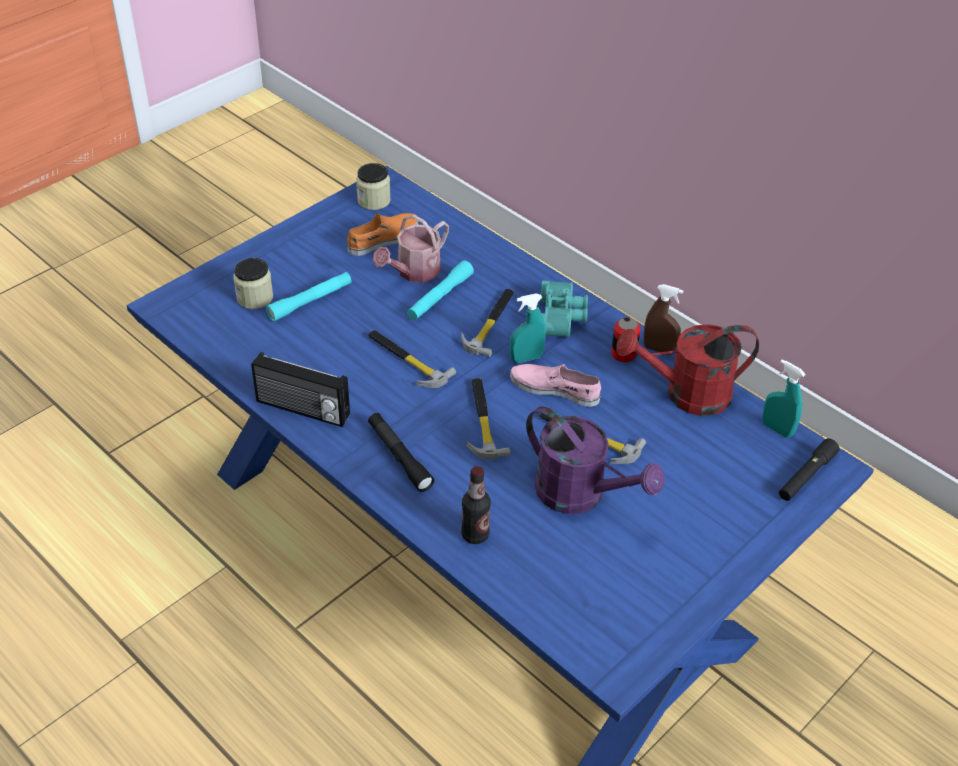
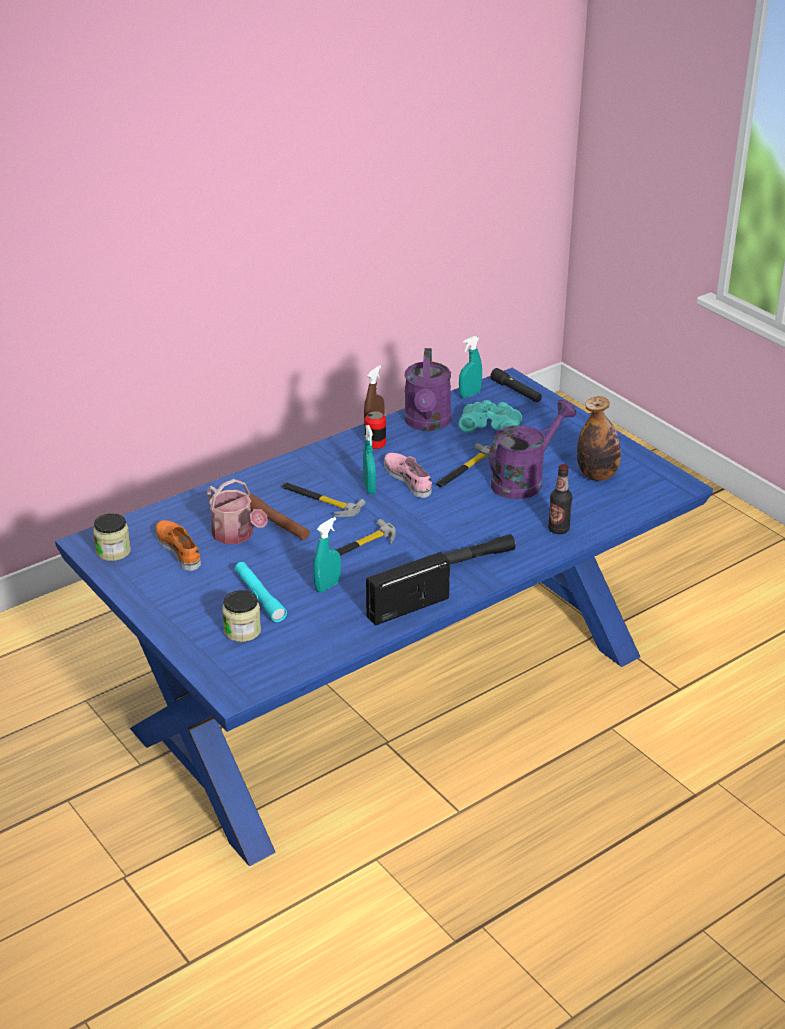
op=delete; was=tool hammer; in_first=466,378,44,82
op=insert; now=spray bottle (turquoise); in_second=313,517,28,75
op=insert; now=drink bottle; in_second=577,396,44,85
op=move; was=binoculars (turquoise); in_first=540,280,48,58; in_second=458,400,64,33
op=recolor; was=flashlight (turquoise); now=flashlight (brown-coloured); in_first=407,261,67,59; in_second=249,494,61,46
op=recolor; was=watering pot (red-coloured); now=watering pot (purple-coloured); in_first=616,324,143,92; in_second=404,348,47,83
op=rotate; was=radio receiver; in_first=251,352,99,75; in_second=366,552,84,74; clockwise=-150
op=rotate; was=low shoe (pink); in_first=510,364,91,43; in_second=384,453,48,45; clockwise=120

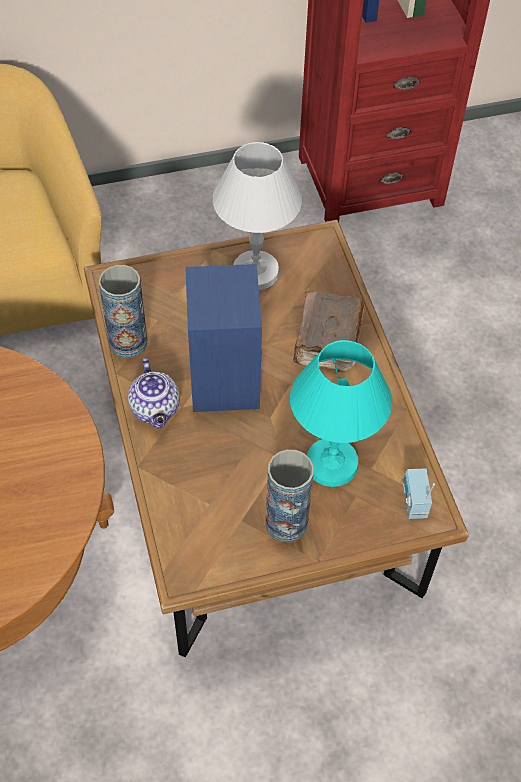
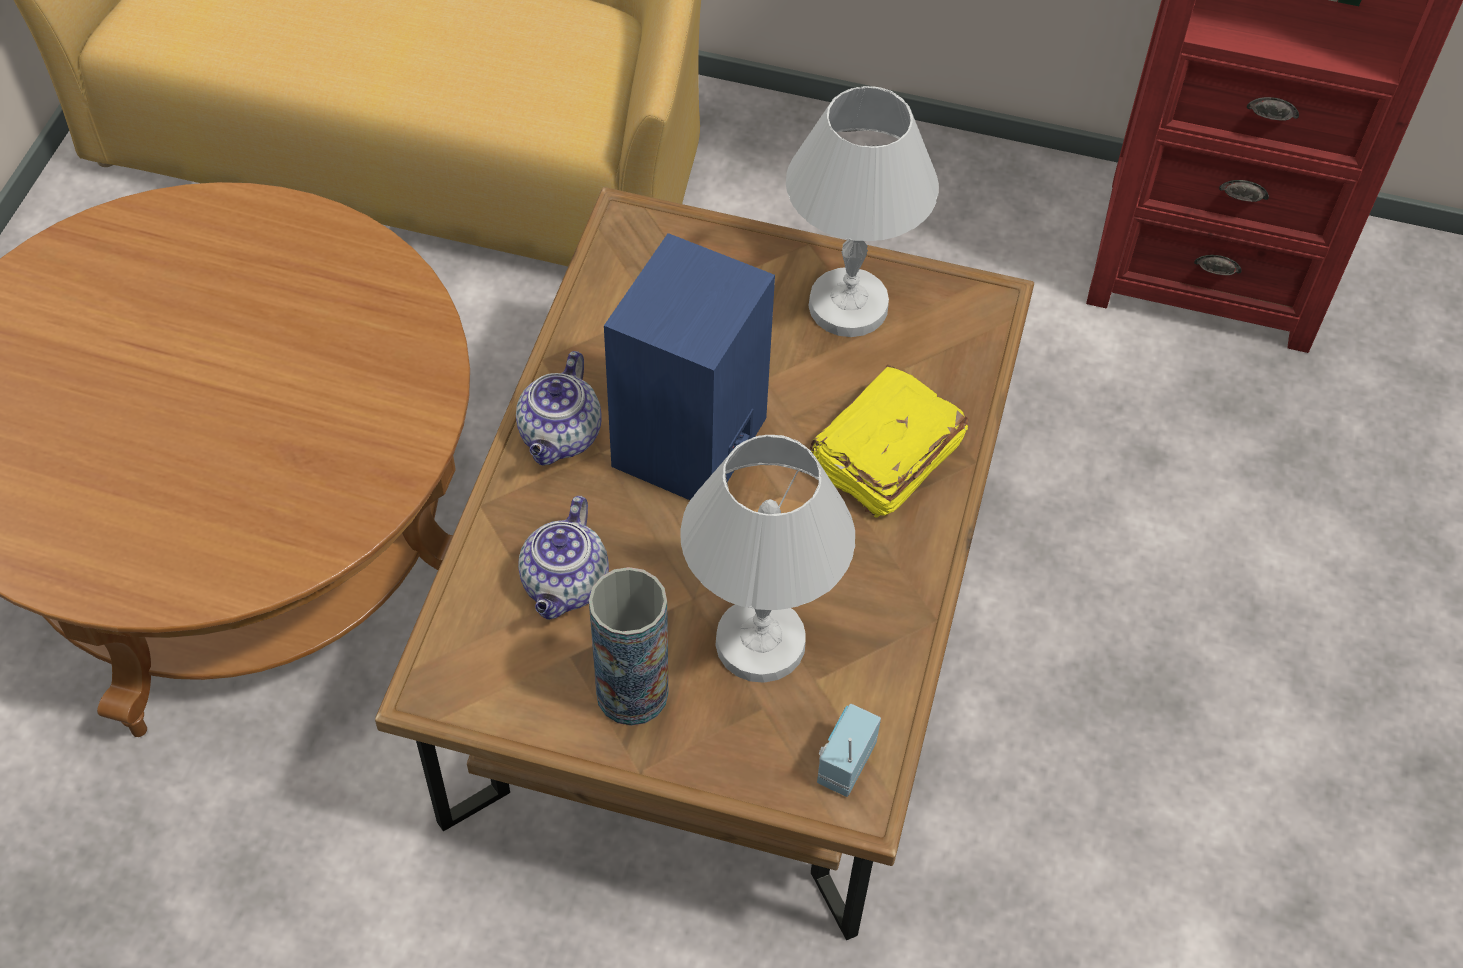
op=delete; was=flower vase; in_first=99,265,48,93
op=insert; now=tea pot; in_second=518,496,91,124
op=recolor; was=lamp for a table (turquoise); now=lamp for a table (white); in_first=290,340,102,147; in_second=680,435,175,248
op=recolor; was=bound book (brown-coloured); now=bound book (yellowish); in_first=293,291,71,82; in_second=810,364,159,154

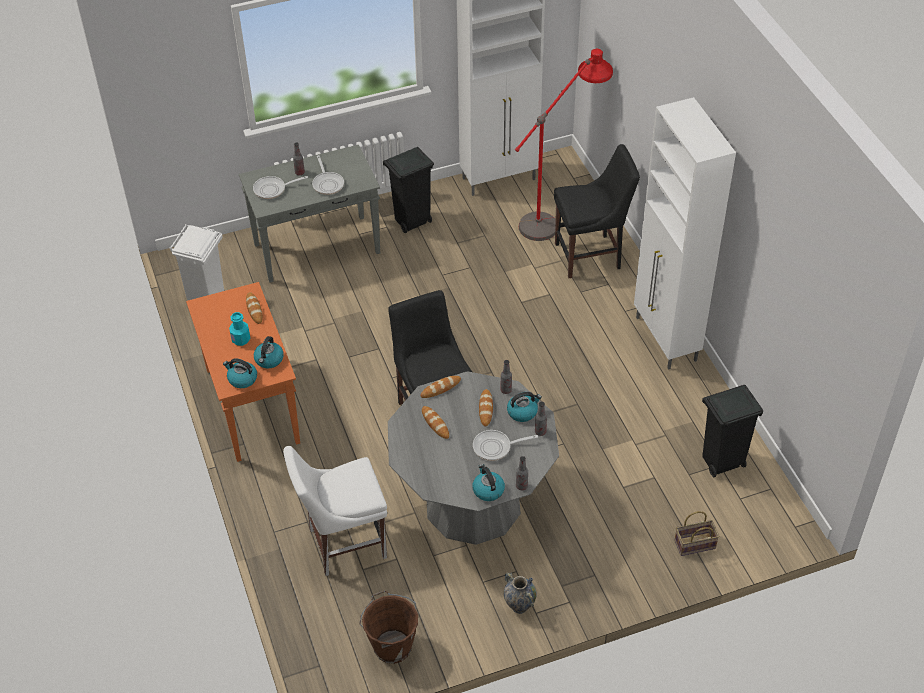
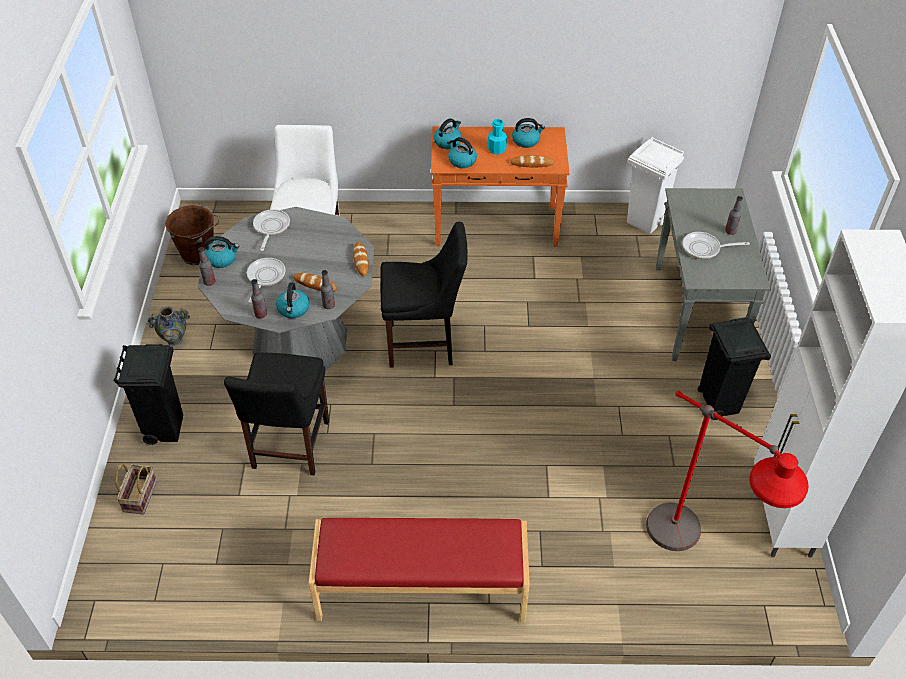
op=delete; was=baked bread; in_first=422,406,27,33
op=insert; now=kettle; in_second=512,118,33,30
op=move; was=frying pan; in_first=253,176,55,23; in_second=253,209,37,42
op=move; was=upright chair (blackish); in_first=554,144,86,134; in_second=224,352,105,123
op=move; was=trash can (blackish); in_first=702,385,61,92; in_second=114,344,69,101
op=replace; was=storage cabinet (white); now=indoor bench (red-coloured); in_first=634,97,102,273; in_second=309,518,221,105

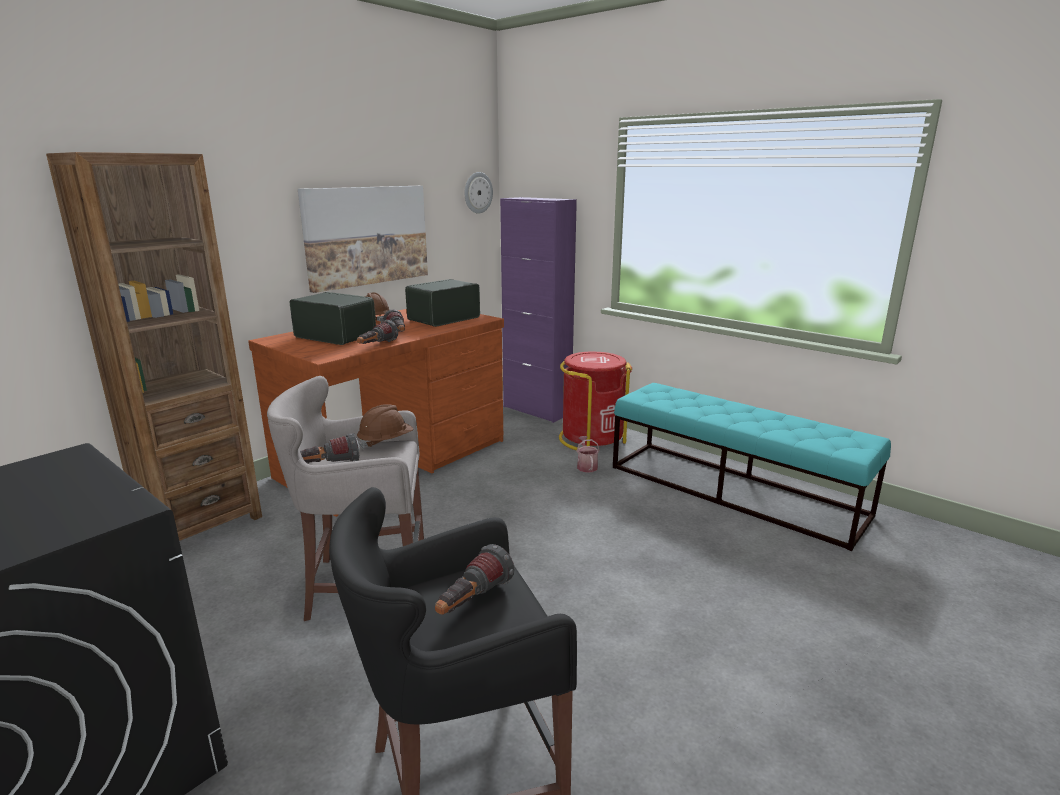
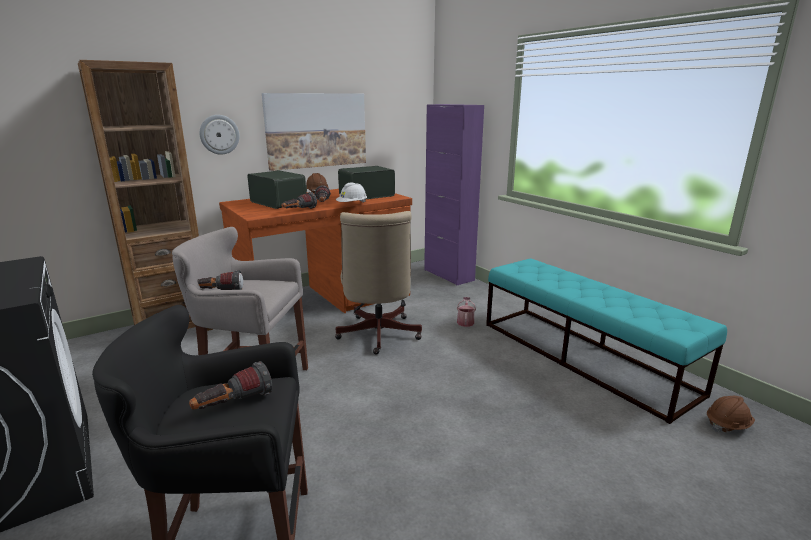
op=delete; was=trash can (red-coloured); in_first=559,351,73,99
op=insert; now=desk chair (beige-coloured); in_second=335,211,87,143
op=insert; now=work helmet (white); in_second=336,183,31,20
op=move; was=work helmet (brown-coloured); in_first=357,404,56,45; in_second=707,396,48,36
op=move; was=hanging clock; in_first=465,172,28,42; in_second=200,115,40,40

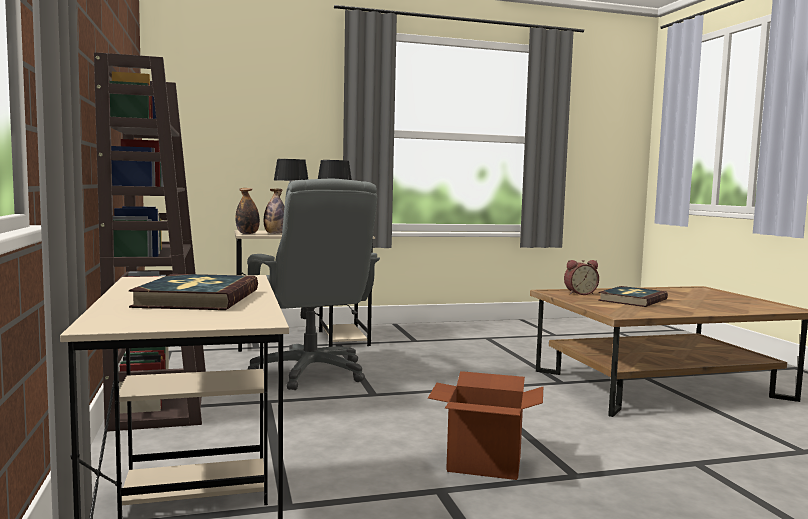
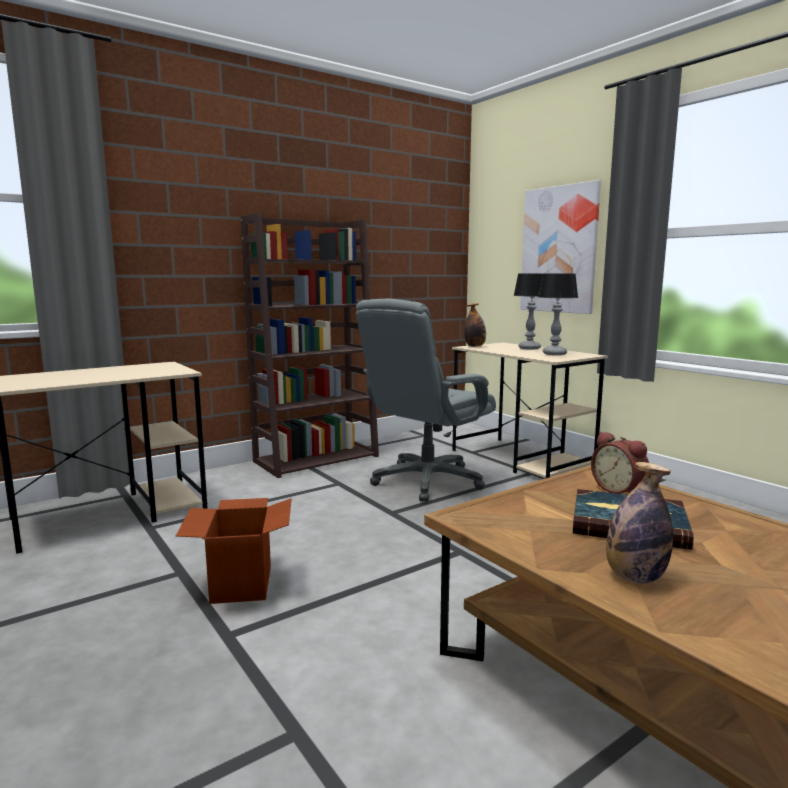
op=delete; was=bound book; in_first=129,274,129,36
op=insert; now=wall picture; in_second=520,180,81,134
op=move; was=drink bottle; in_first=264,189,20,45; in_second=606,462,67,121

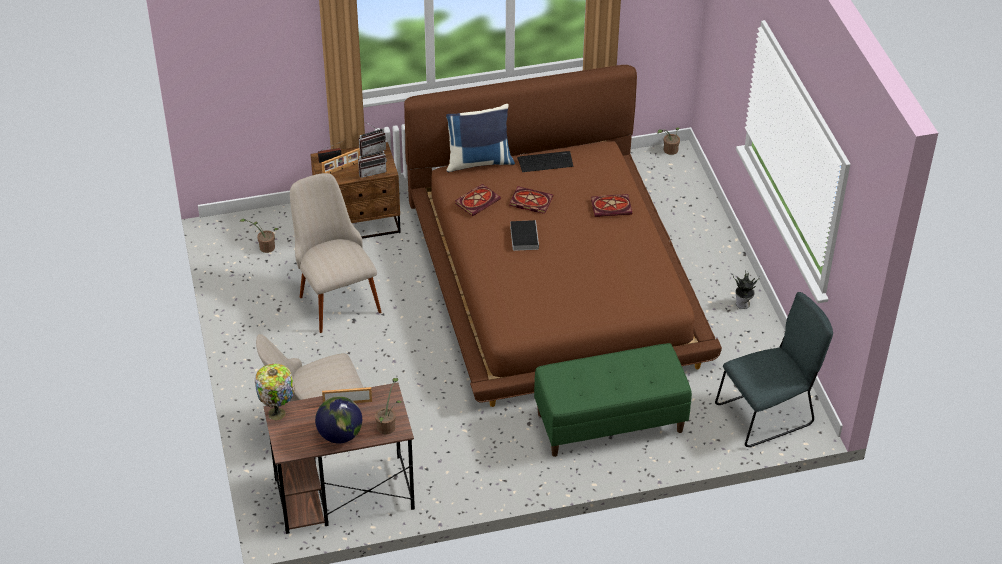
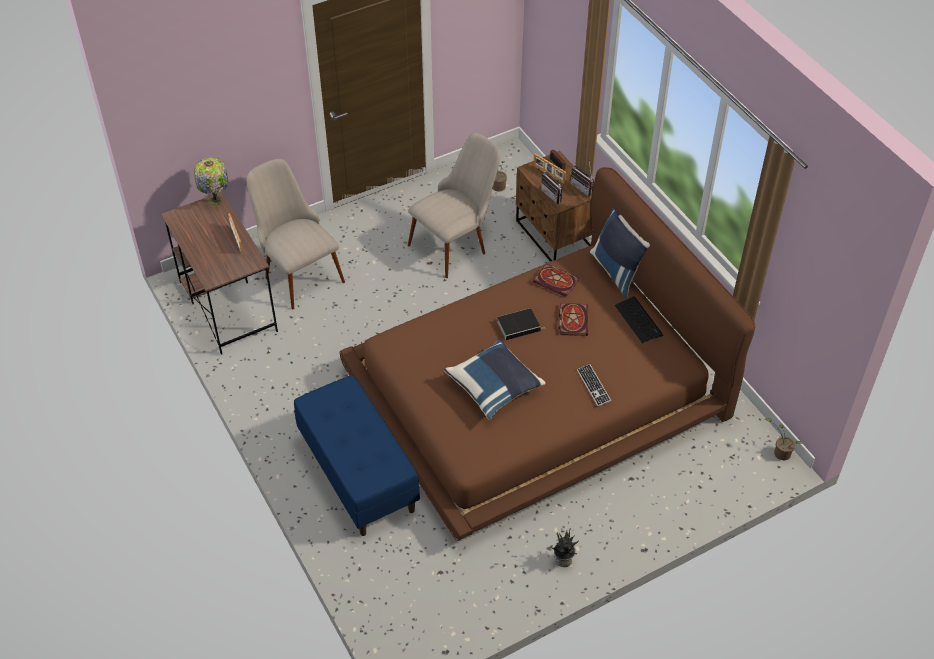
op=delete; was=world globe; in_first=315,396,47,48
op=delete; was=potted plant; in_first=375,378,27,56
op=delete; was=upright chair (grey); in_first=715,292,118,155
op=insert; now=pillow (blue-coloured); in_second=444,339,102,81
op=replace; was=bound book; now=computer keyboard; in_first=591,194,41,23; in_second=577,364,34,42
op=recolor; was=indoor bench (green-coloured); now=indoor bench (blue-coloured); in_first=534,343,158,114; in_second=294,375,126,161

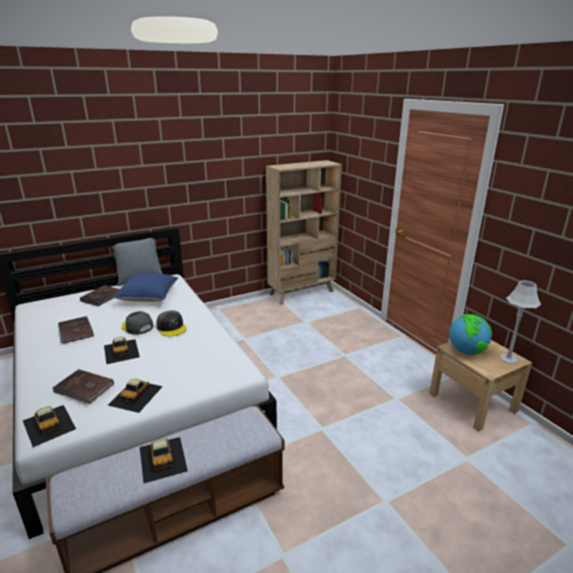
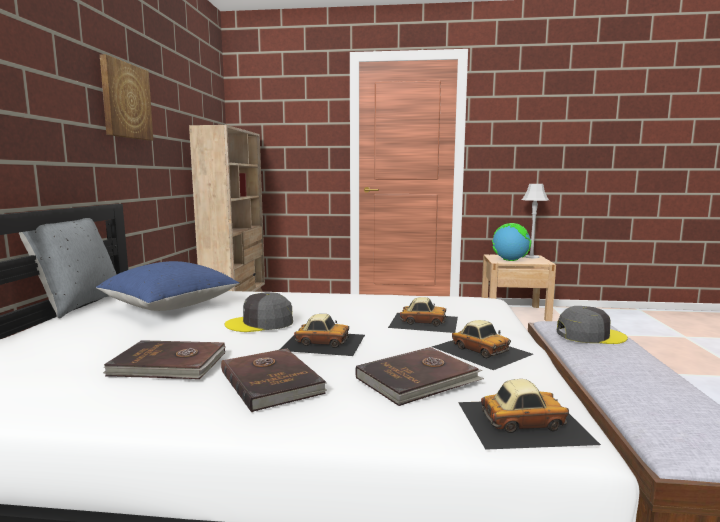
op=insert; now=wall picture; in_second=100,54,53,86
op=move; was=bound book (brown-coloured); in_first=80,285,40,21; in_second=221,348,106,64
op=move; was=toy car; in_first=140,437,48,46; in_second=388,297,70,36
op=move; was=cap (grey); in_first=156,310,31,26; in_second=557,306,71,38

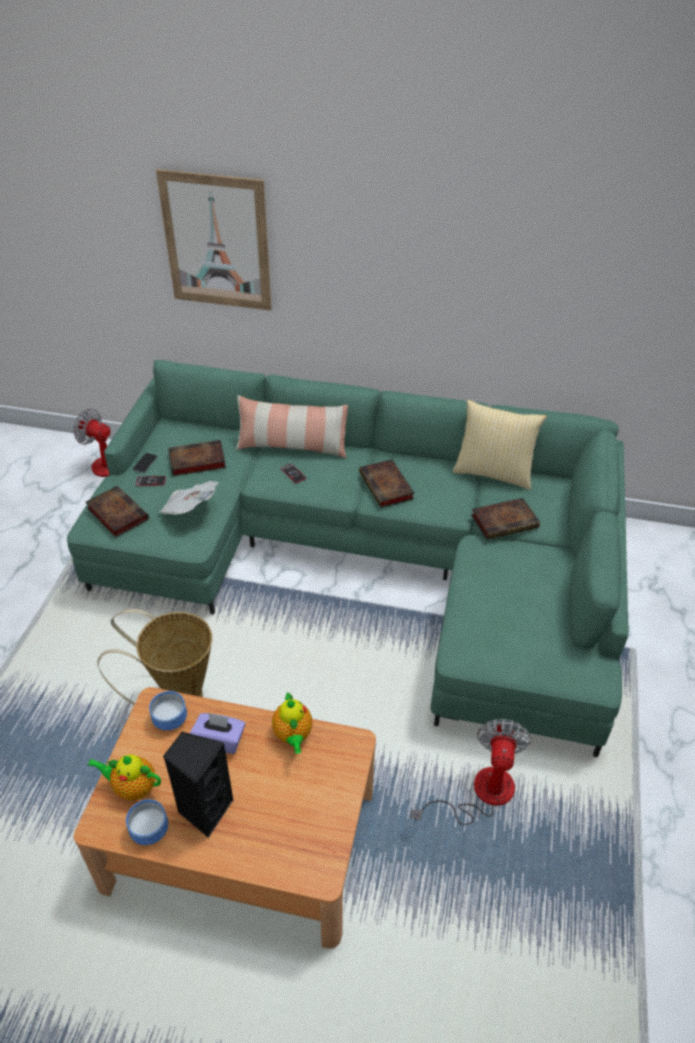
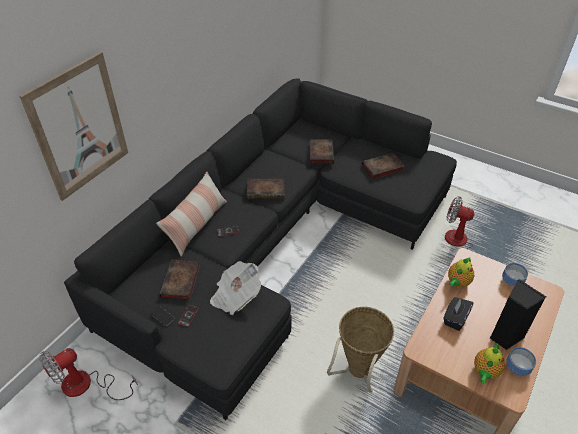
op=delete; was=pillow; in_first=453,400,94,90
op=move; was=bound book; in_first=85,486,64,51; in_second=362,153,43,26
op=move; was=bowl; in_first=149,691,38,40; in_second=502,263,26,23
op=recolor; was=couch (green-coloured); now=couch (blackish); in_first=67,360,562,397; in_second=64,78,393,342
op=recolor; was=tissue holder (purple-coloured); now=tissue holder (blackish); in_first=190,713,55,41; in_second=443,297,30,34
op=rotate; was=tea pot; in_first=272,691,40,63; in_second=448,258,26,30; clockwise=120

